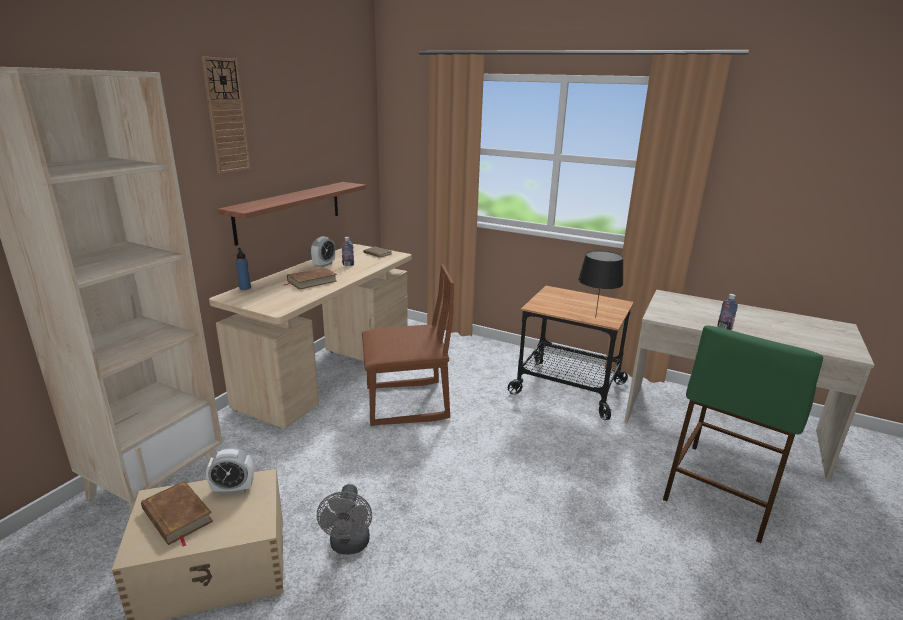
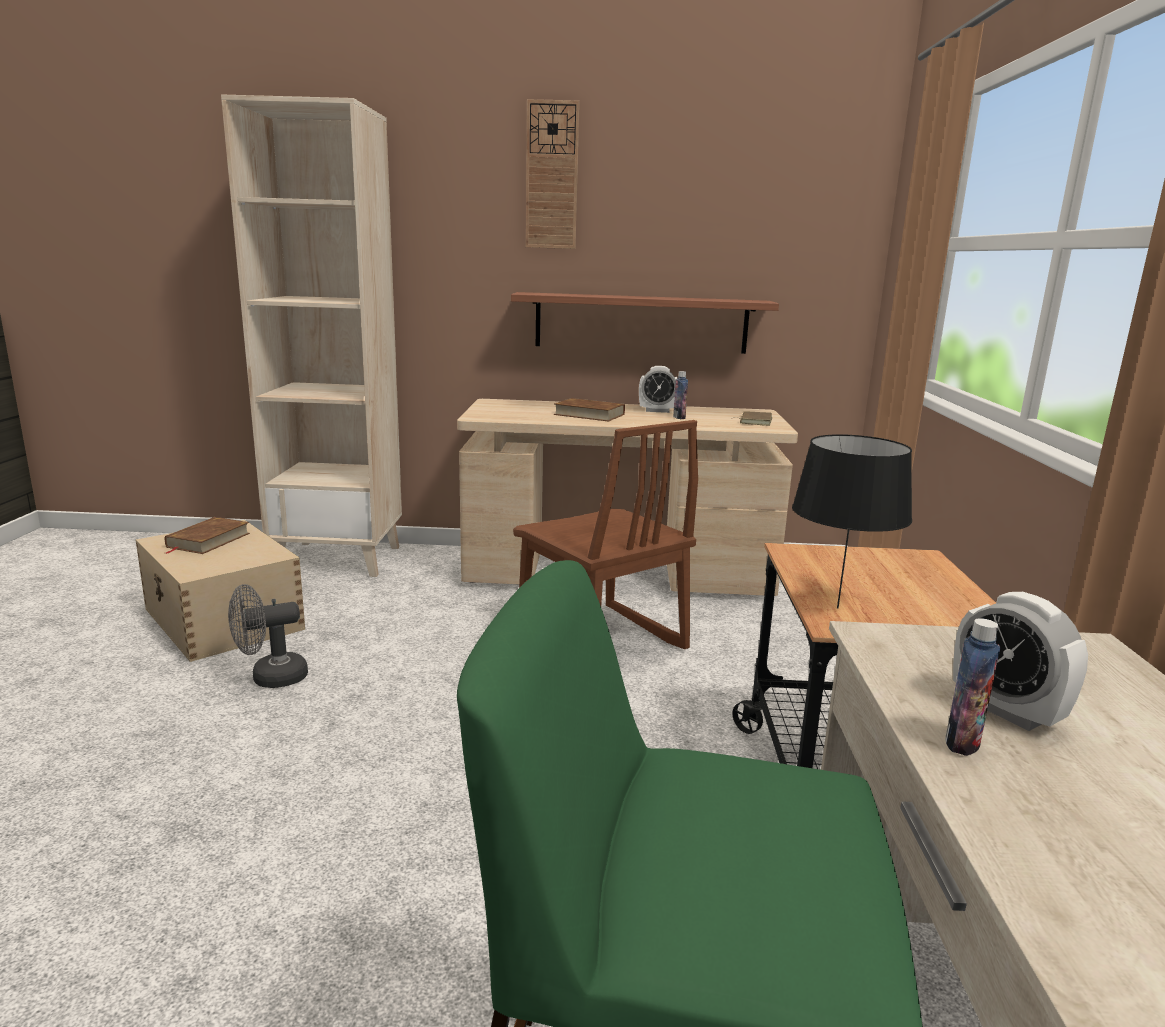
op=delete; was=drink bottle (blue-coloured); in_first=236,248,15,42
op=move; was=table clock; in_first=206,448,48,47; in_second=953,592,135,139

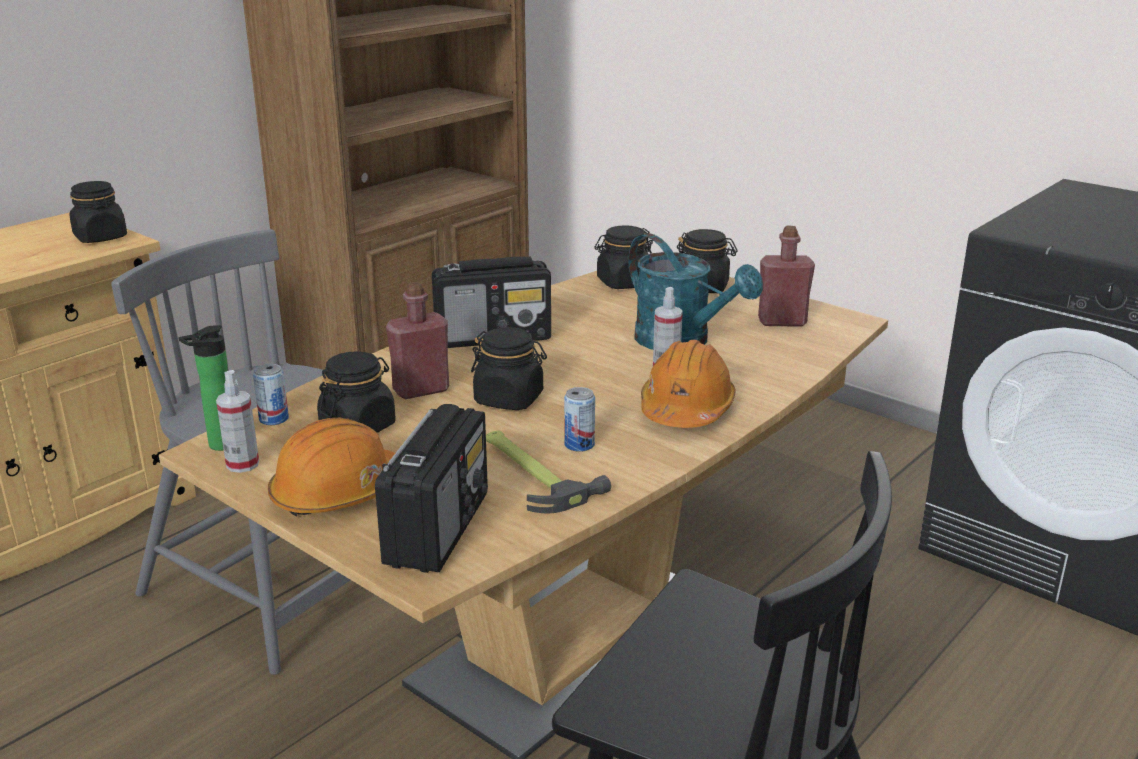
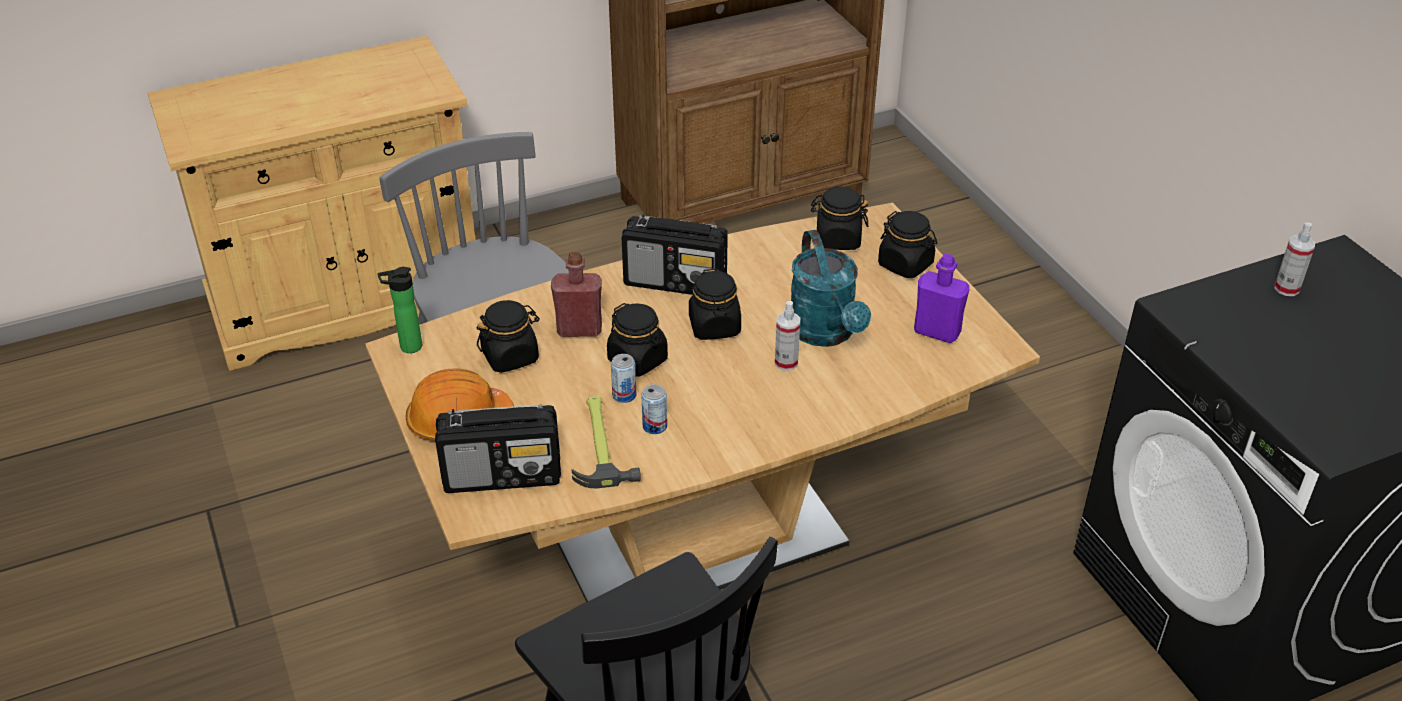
op=delete; was=work helmet (orange-coloured); in_first=641,340,95,88
op=move; was=storage jar (blackish); in_first=70,181,57,62; in_second=689,268,52,72
op=move; was=spray bottle; in_first=216,370,43,103; in_second=1274,223,41,73
op=move; was=sealed can; in_first=253,364,36,61; in_second=611,354,25,49
op=recolor; was=drink bottle (red-coloured); now=drink bottle (purple-coloured); in_first=758,226,57,101; in_second=914,254,55,89
op=rotate; was=radio receiver; in_first=375,404,113,169; in_second=435,404,126,89; clockwise=45

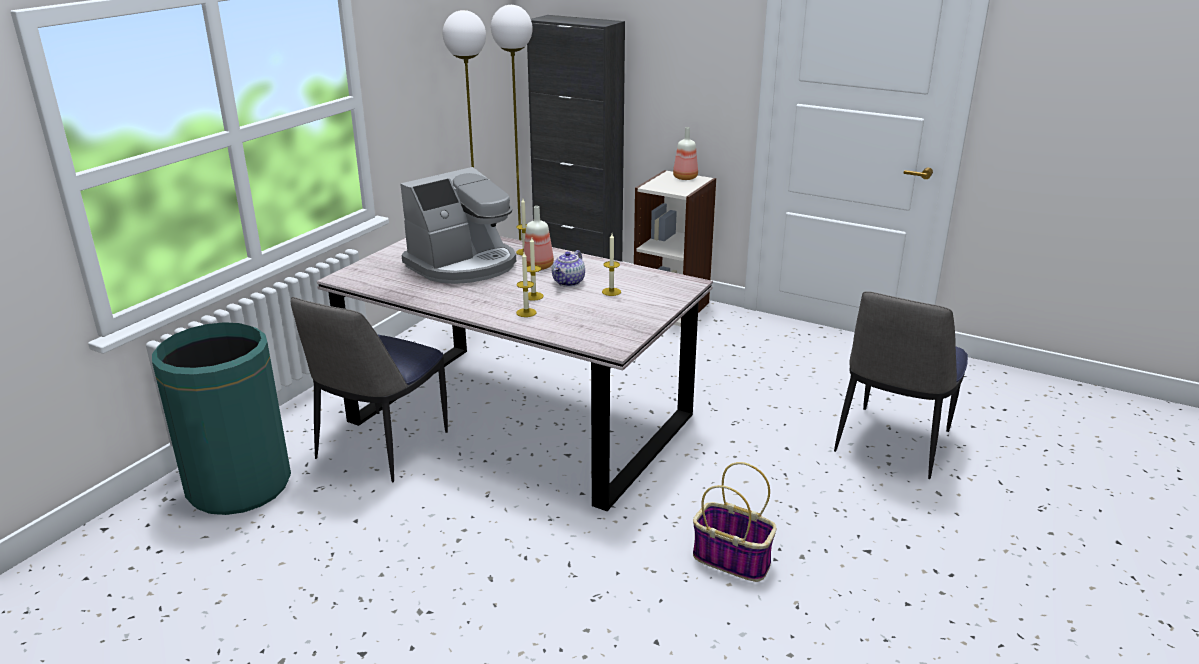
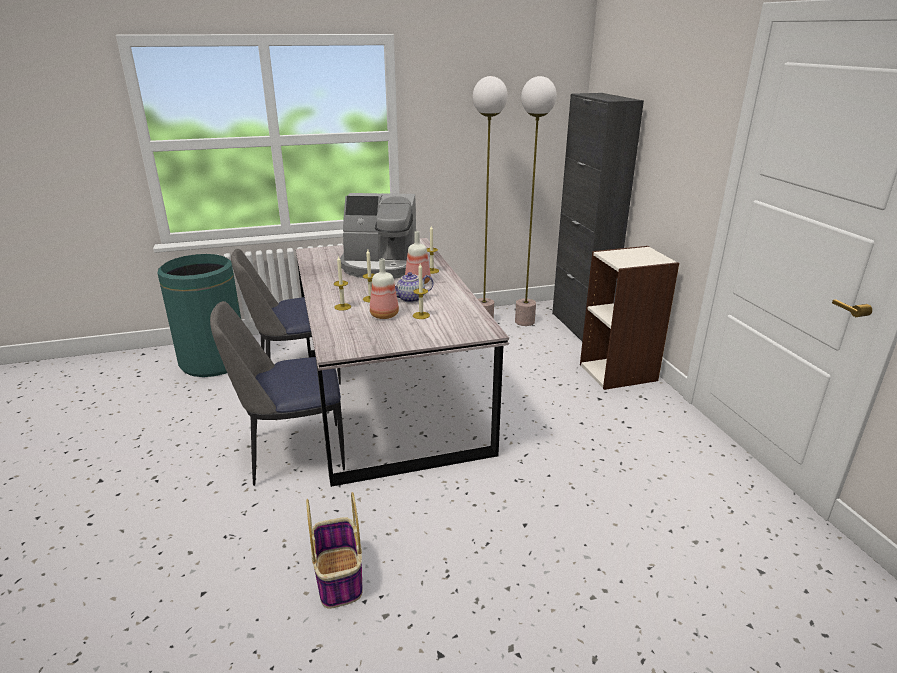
op=move; was=drink bottle; in_first=673,127,25,53; in_second=370,258,29,61
op=move; was=upright chair; in_first=834,291,134,188; in_second=210,301,135,185

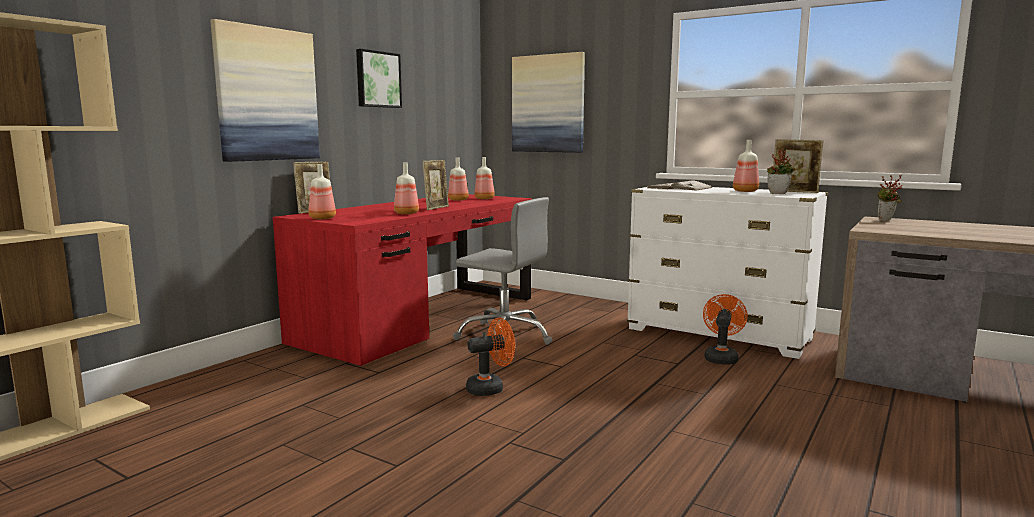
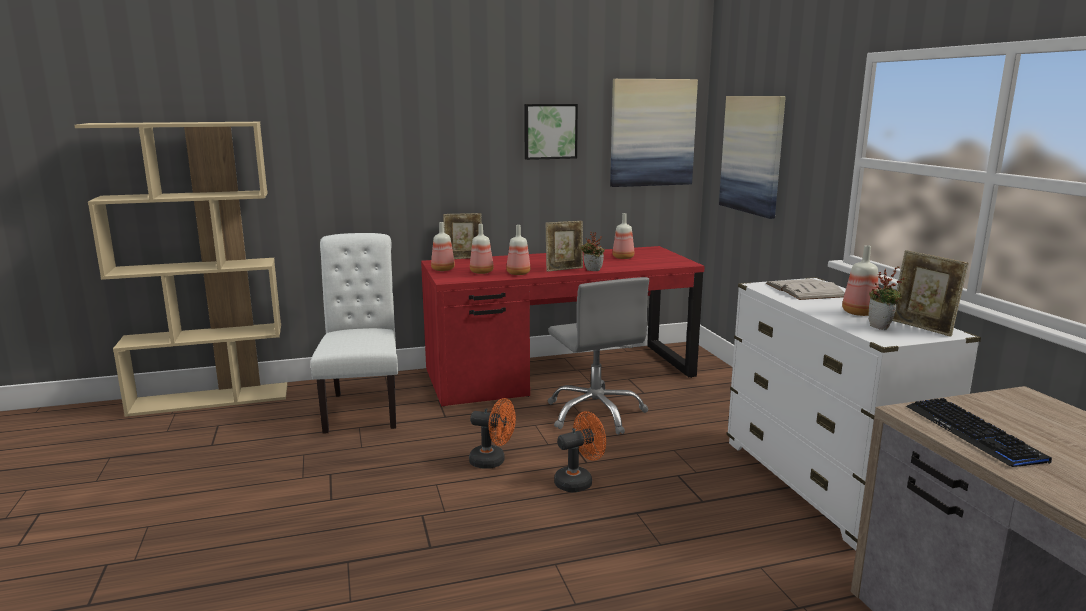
op=insert; now=upright chair (white); in_second=311,233,87,201
op=insert; now=computer keyboard; in_second=906,398,146,69
op=move; was=wall picture; in_first=210,19,110,143; in_second=610,79,88,108
op=move; was=drink bottle; in_first=474,157,21,42; in_second=470,224,24,50
op=move; was=fan (orange-coloured); in_first=703,294,44,71; in_second=554,411,52,81
op=move; was=potted plant; in_first=877,175,25,46; in_second=580,232,25,39

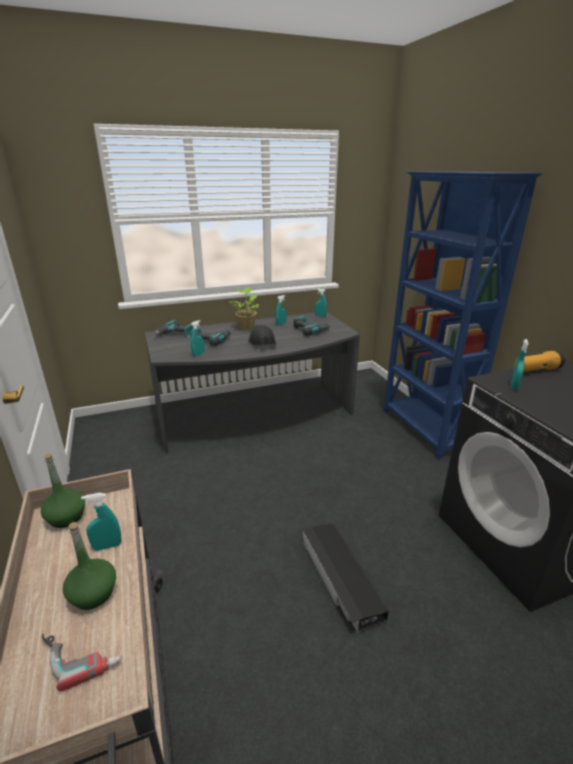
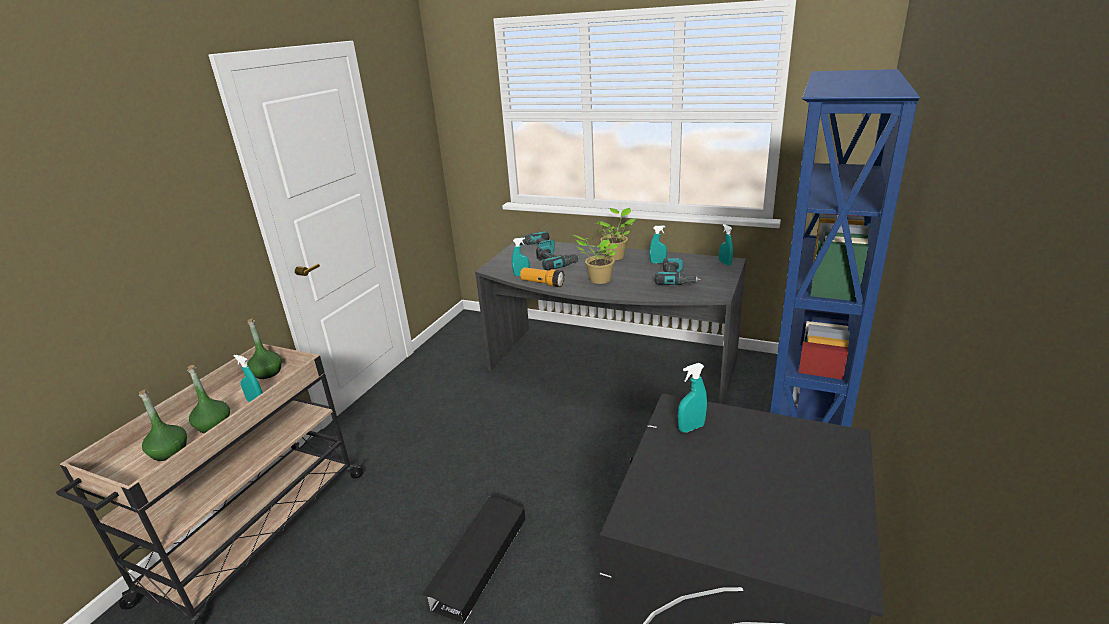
op=move; was=flashlight; in_first=514,350,52,22; in_second=520,267,45,20
op=replace; was=electric drill; now=drink bottle (green-coloured); in_first=42,634,80,58; in_second=139,389,48,72
op=replace; was=work helmet (blackish); now=potted plant; in_first=248,325,28,25; in_second=574,235,44,49

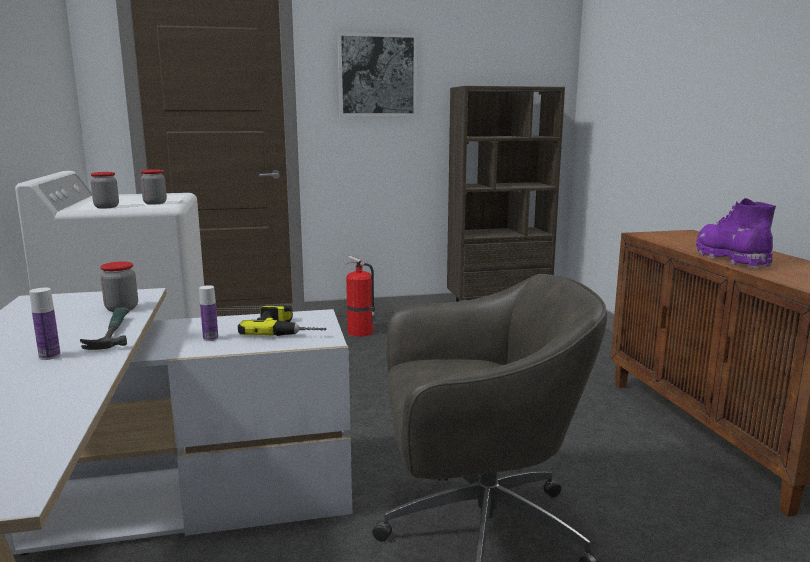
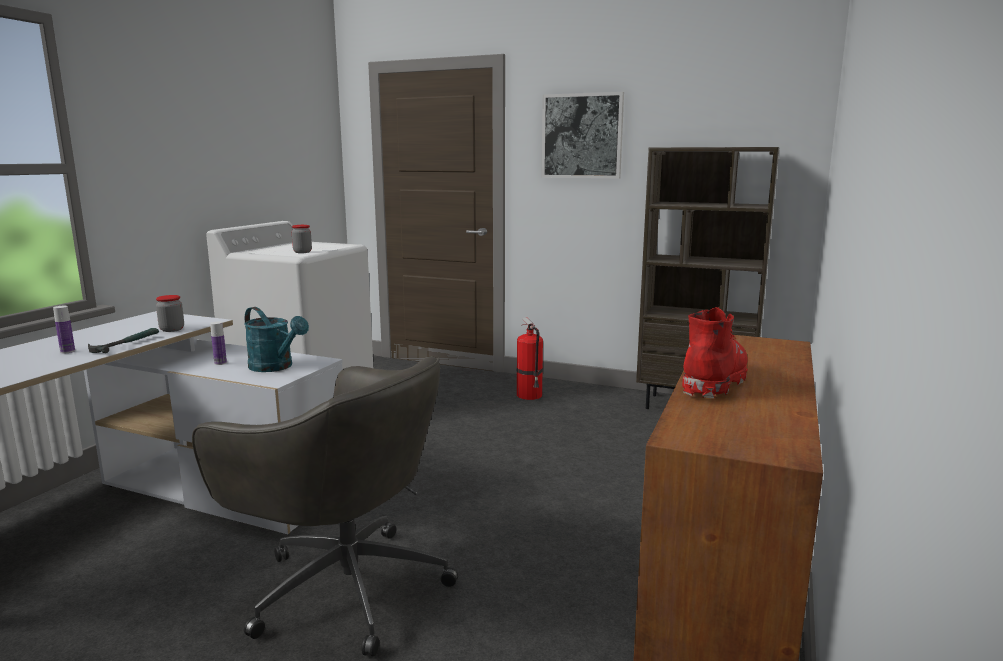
op=delete; was=storage jar; in_first=90,172,29,37
op=replace; was=electric drill; now=watering pot (turquoise); in_first=238,305,89,31; in_second=244,307,65,65
op=recolor; was=high-top boot (purple-coloured); now=high-top boot (red-coloured); in_first=695,198,81,70; in_second=682,307,66,91

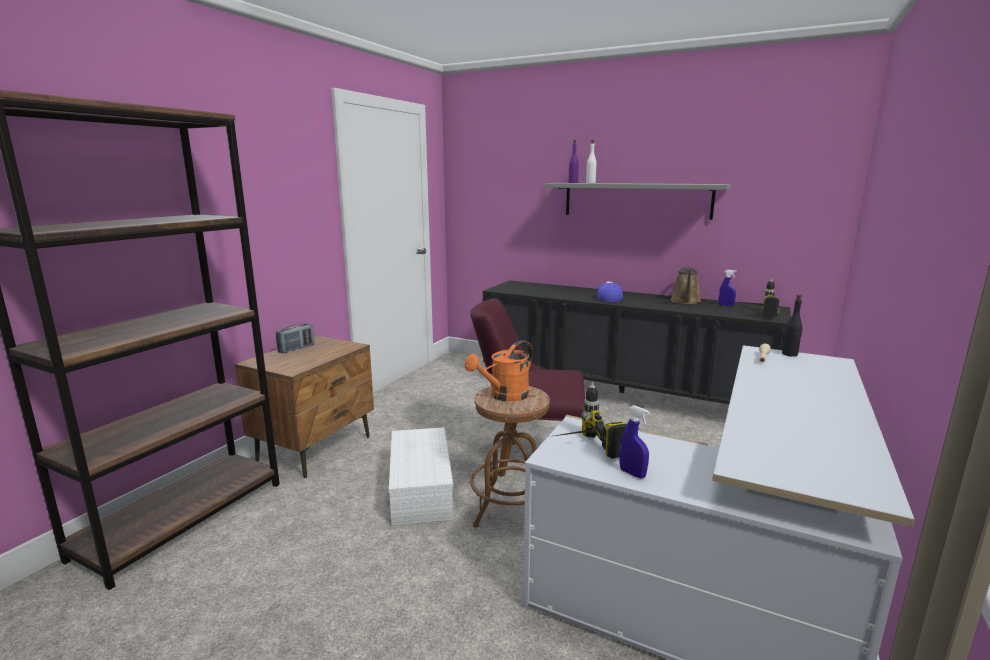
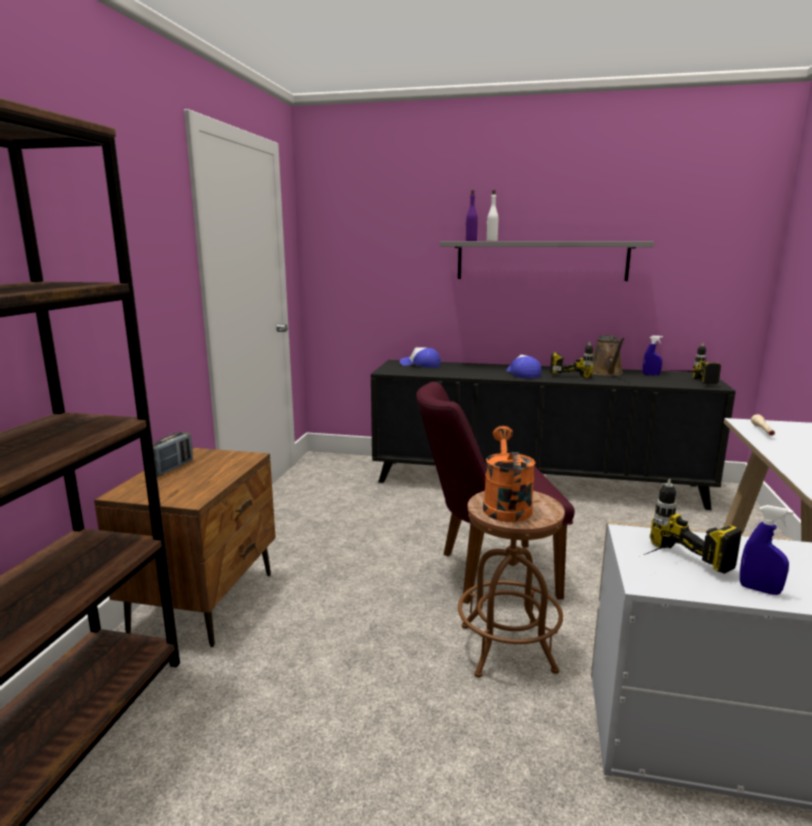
op=delete; was=storage container (white); in_first=389,427,64,99
op=delete; was=drink bottle (blackish); in_first=782,294,20,63
op=insert; now=cap; in_second=400,347,41,21
op=insert; now=electric drill; in_second=550,342,44,36
op=rotate; was=watering pot (orange-coloured); in_first=464,340,69,62; in_second=483,426,52,96; clockwise=150

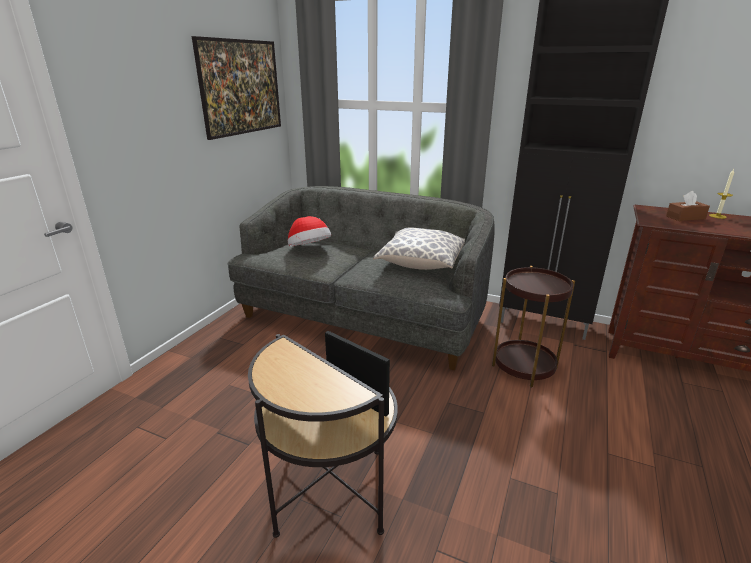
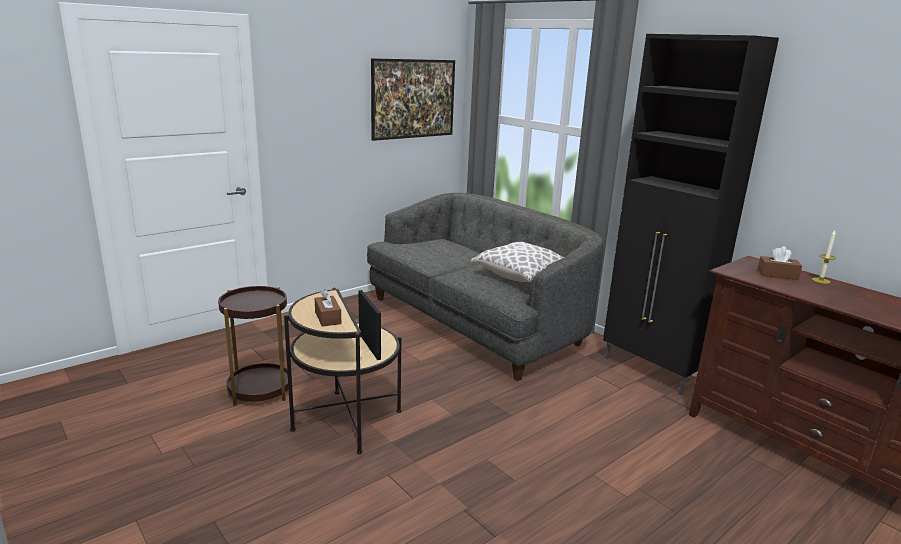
op=delete; was=hat; in_first=288,216,43,30
op=insert; now=tissue holder (brown-coloured); in_second=315,289,27,38
op=move; was=accent table (brown-coloured); in_first=492,266,83,121; in_second=218,286,70,120

